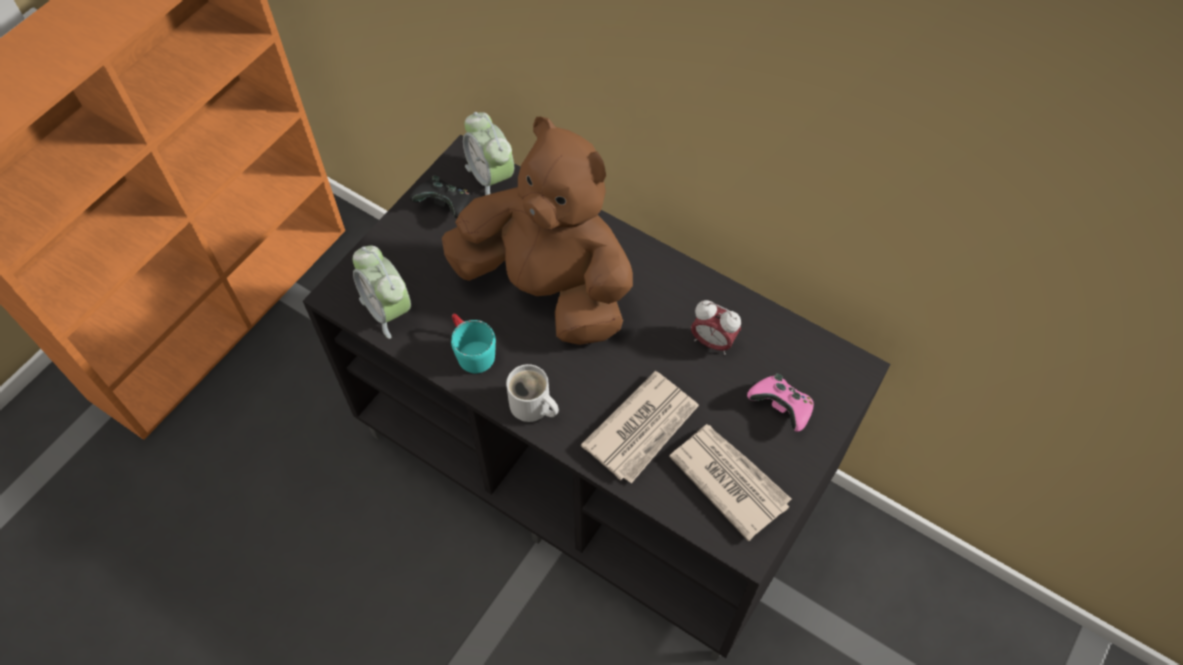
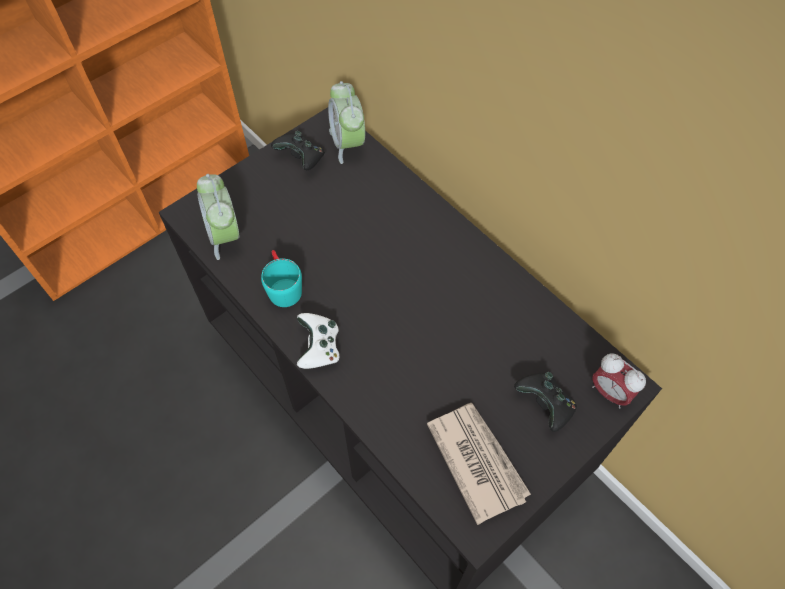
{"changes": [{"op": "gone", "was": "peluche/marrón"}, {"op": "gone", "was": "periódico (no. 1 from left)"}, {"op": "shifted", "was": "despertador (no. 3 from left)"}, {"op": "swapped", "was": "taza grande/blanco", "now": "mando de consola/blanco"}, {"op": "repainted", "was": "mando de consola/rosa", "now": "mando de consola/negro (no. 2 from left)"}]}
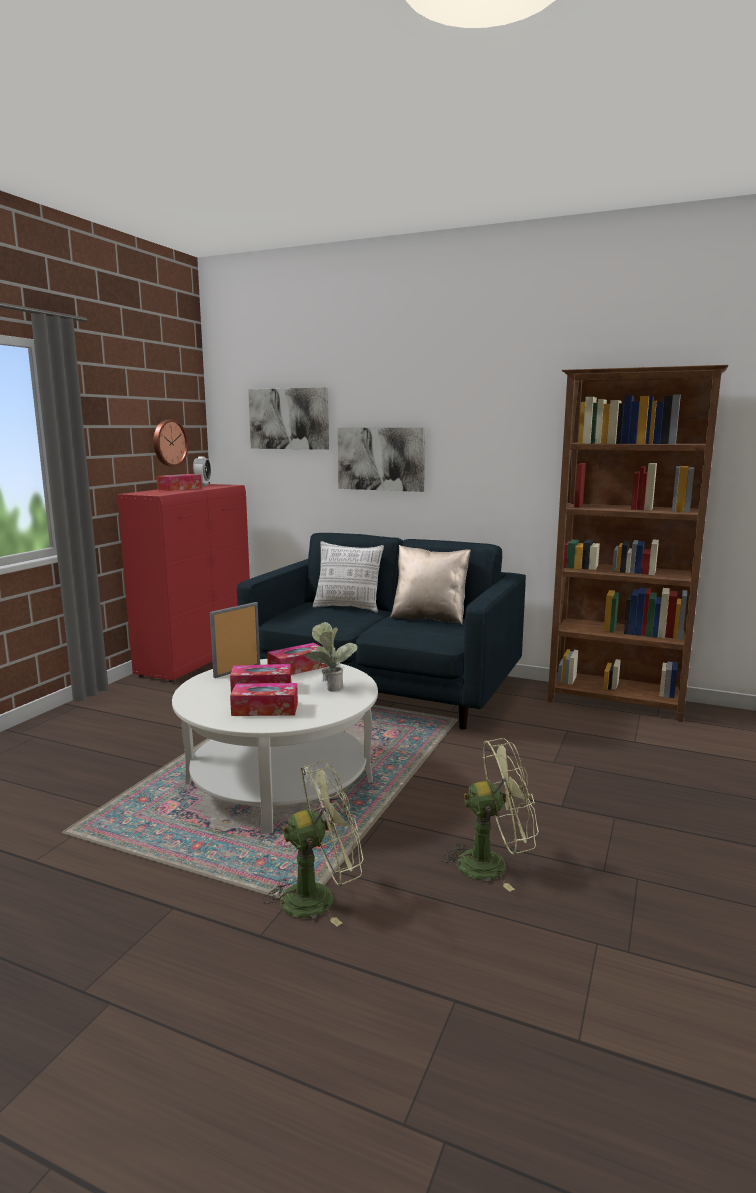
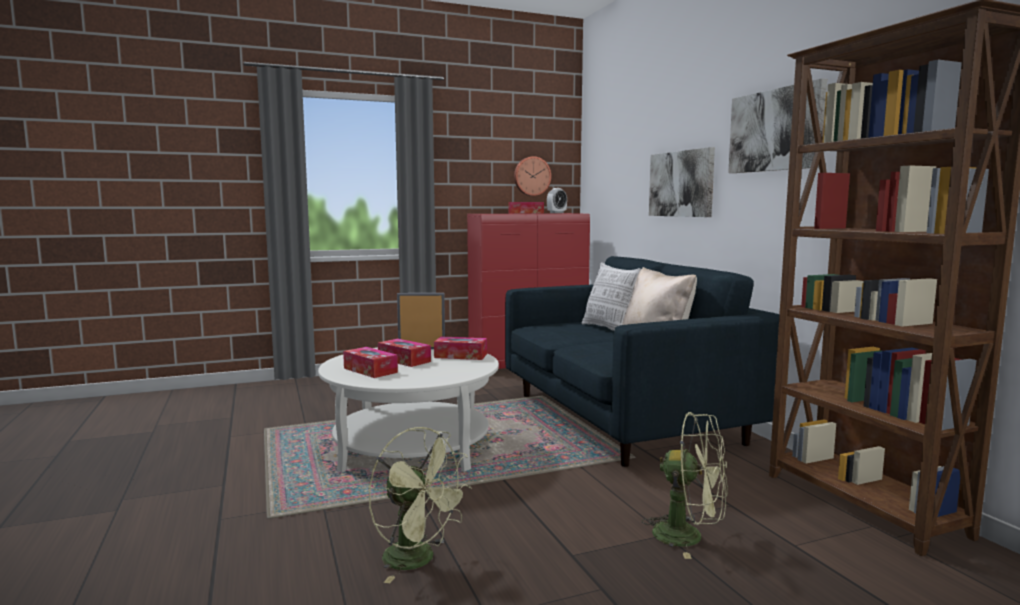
{"changes": [{"op": "gone", "was": "planta en maceta"}, {"op": "shifted", "was": "cuadro (no. 1 from left in the first image)", "now": "cuadro (no. 2 from left)"}, {"op": "shifted", "was": "ventilador/verde (no. 1 from left in the first image)", "now": "ventilador/verde (no. 2 from left)"}]}
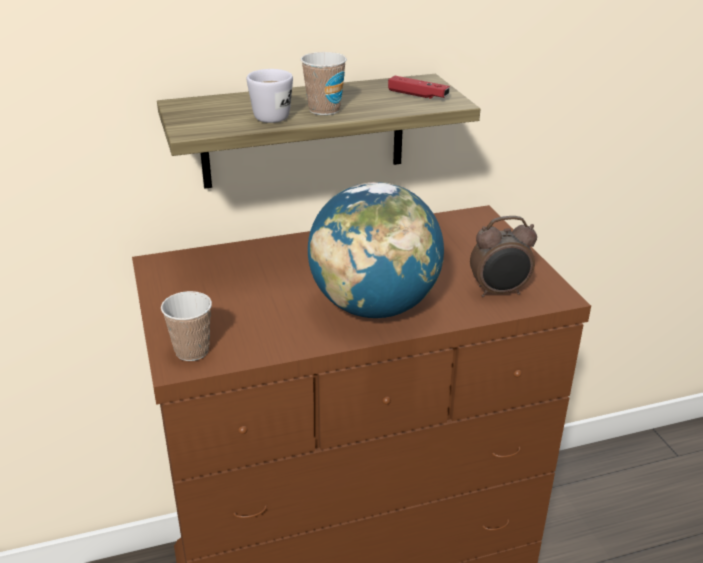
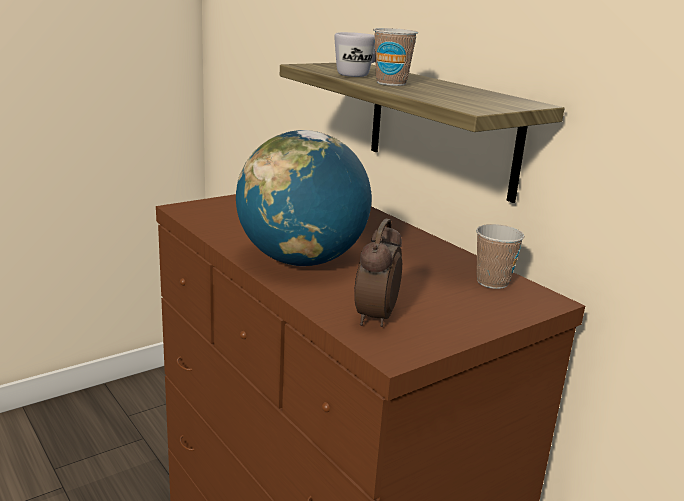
{"changes": [{"op": "gone", "was": "mando de consola/rojo"}, {"op": "shifted", "was": "taza (no. 1 from left in the first image)", "now": "taza (no. 2 from left)"}, {"op": "rotated", "was": "despertador", "clockwise": 45}]}
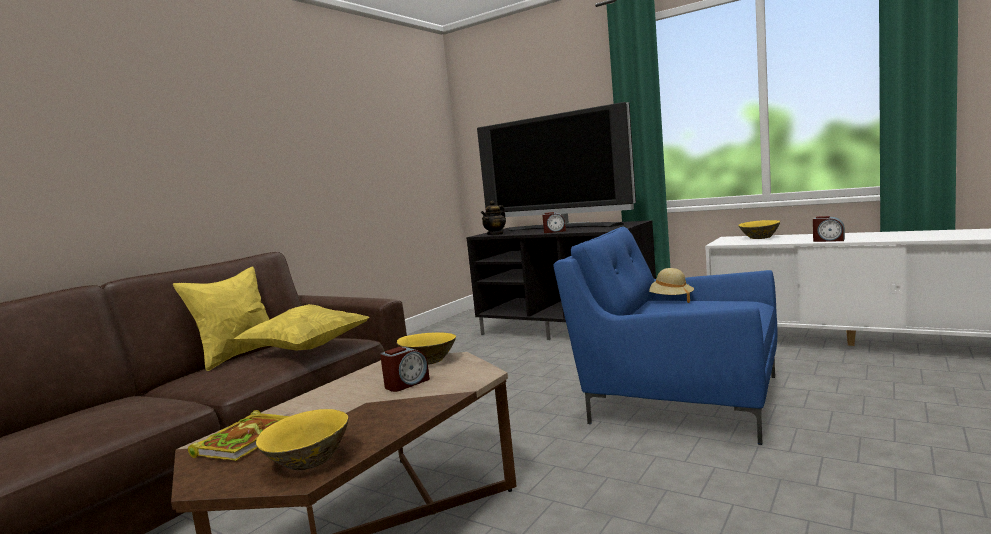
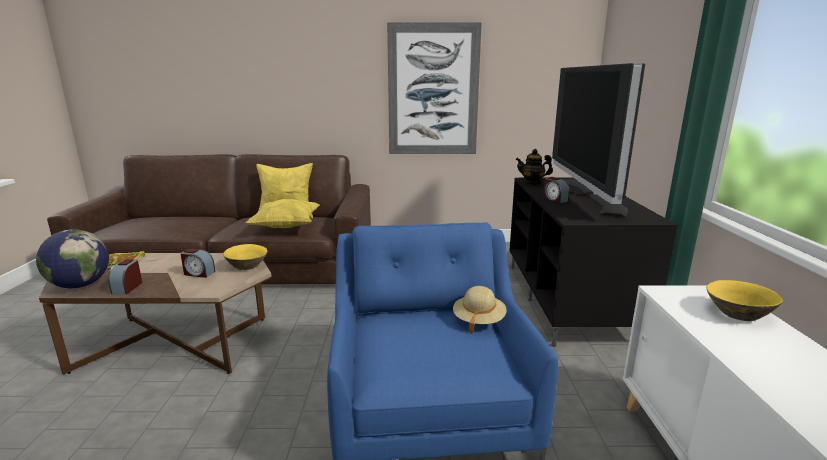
{"changes": [{"op": "new", "now": "cuadro"}, {"op": "shifted", "was": "despertador (no. 3 from left in the first image)", "now": "despertador (no. 1 from left)"}, {"op": "swapped", "was": "cuenco/amarillo (no. 1 from left)", "now": "globo terráqueo"}]}
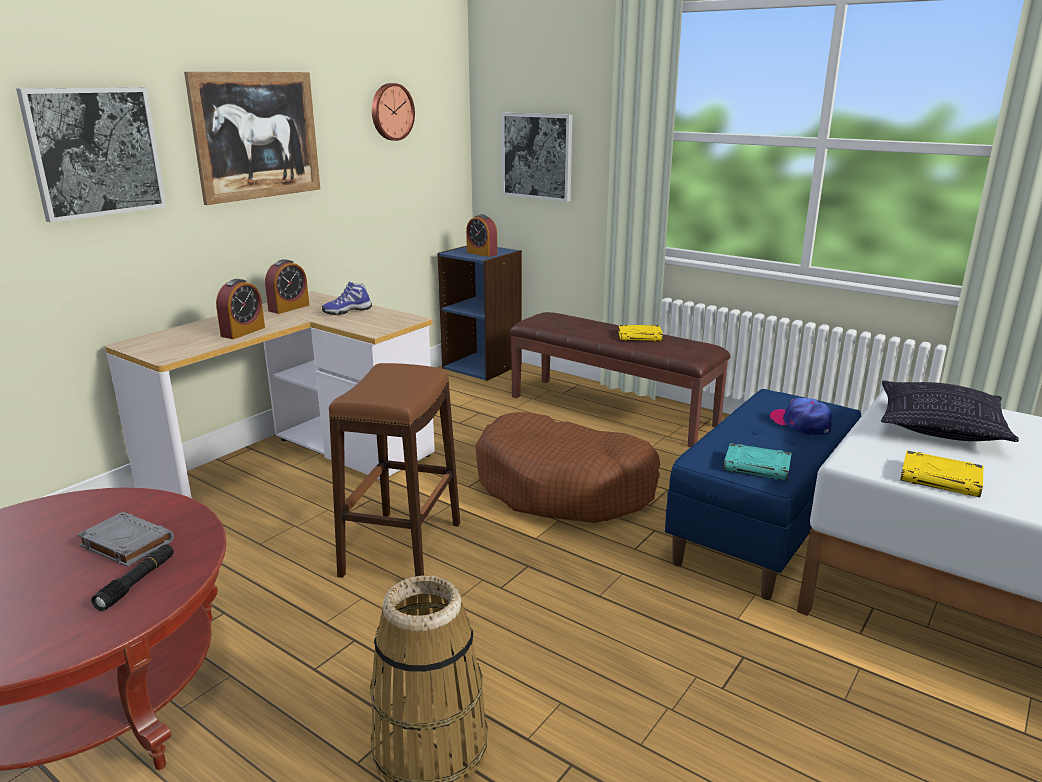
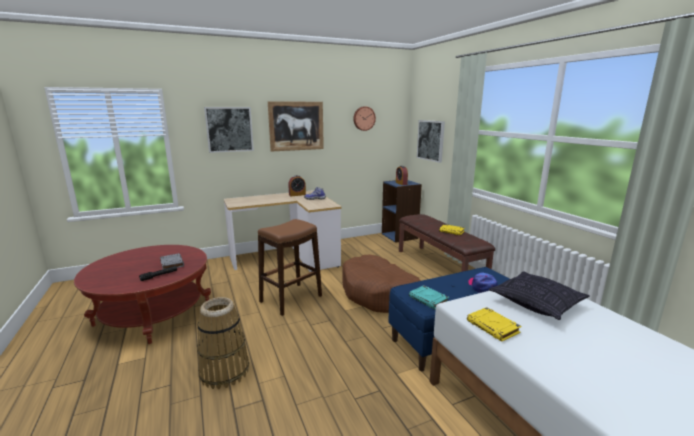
{"changes": [{"op": "gone", "was": "despertador (no. 1 from left)"}]}
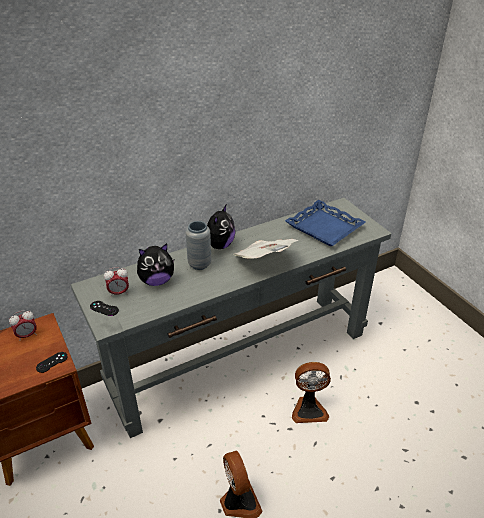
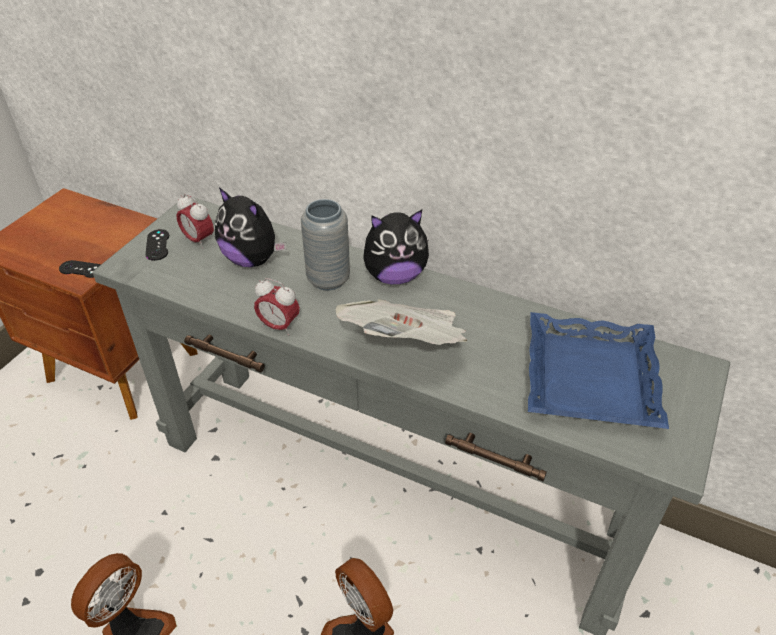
{"changes": [{"op": "shifted", "was": "despertador (no. 1 from left in the first image)", "now": "despertador (no. 2 from left)"}]}
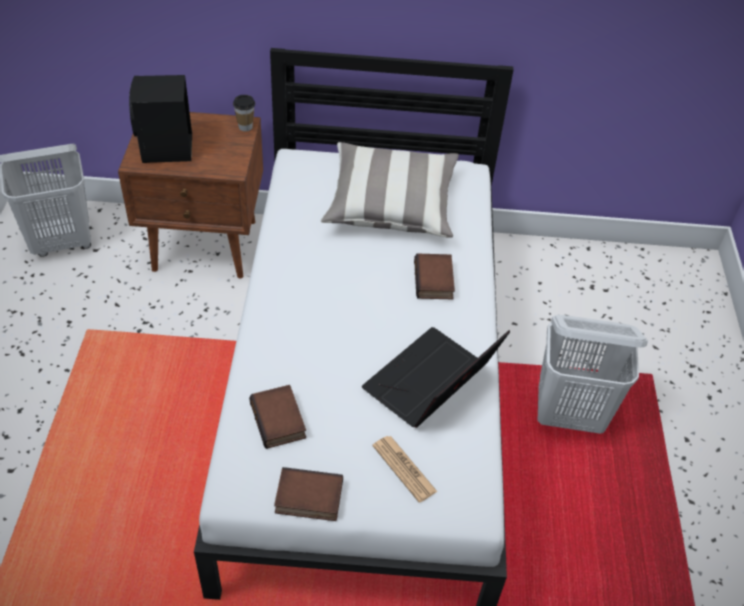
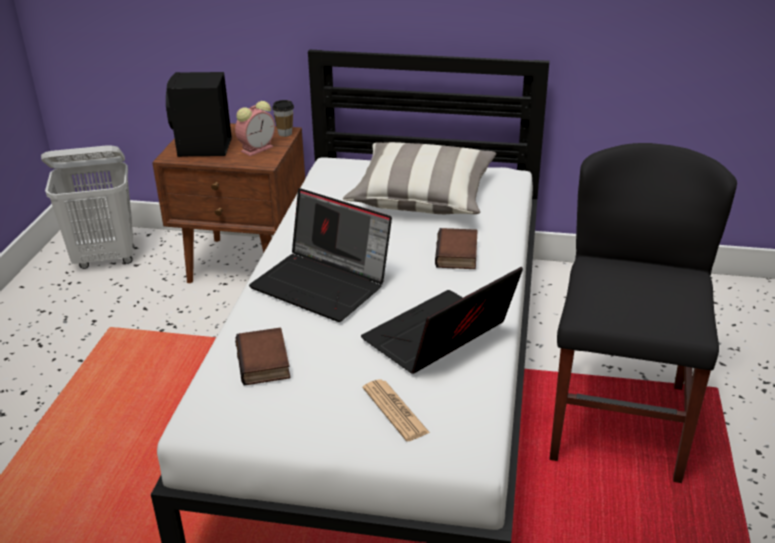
{"changes": [{"op": "gone", "was": "libro (no. 2 from left)"}, {"op": "new", "now": "despertador"}, {"op": "new", "now": "portátil (no. 1 from left)"}, {"op": "swapped", "was": "cesto de la ropa/blanco (no. 2 from left)", "now": "silla/negro"}]}
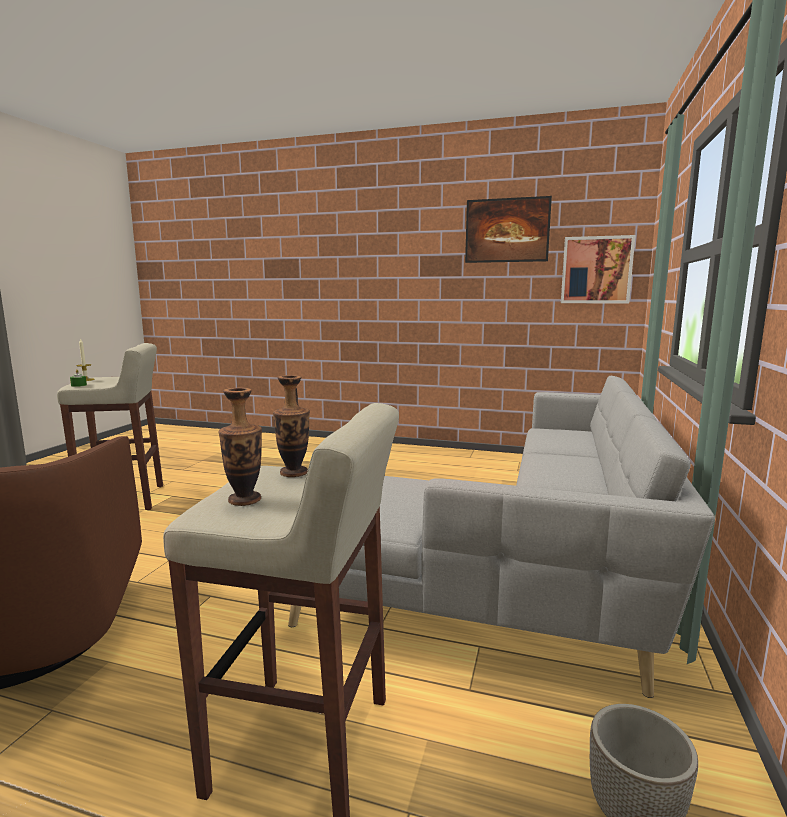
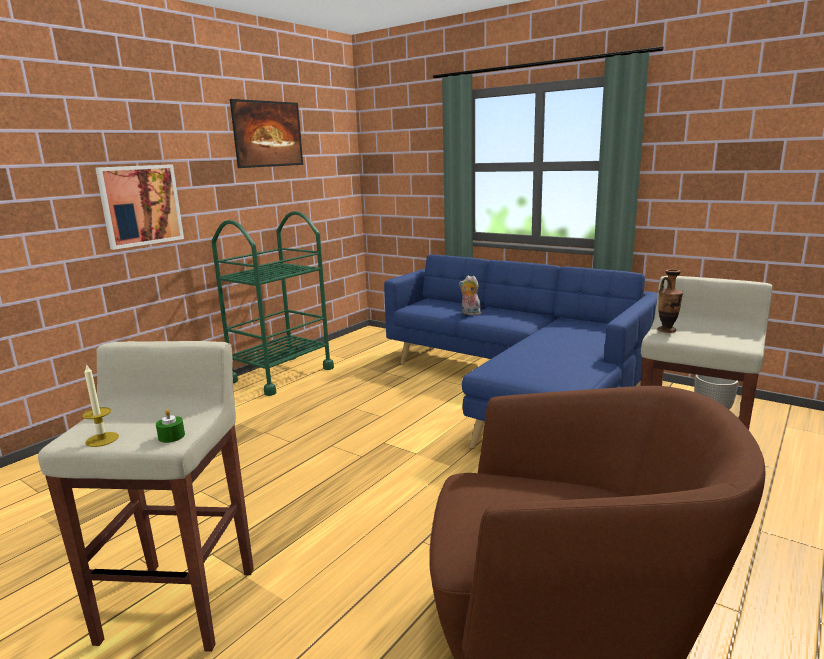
{"changes": [{"op": "gone", "was": "florero (no. 1 from left)"}, {"op": "new", "now": "carrito/verde"}, {"op": "new", "now": "peluche"}, {"op": "shifted", "was": "cuadro (no. 2 from left in the first image)", "now": "cuadro (no. 1 from left)"}, {"op": "repainted", "was": "sofá/gris", "now": "sofá/azul"}]}
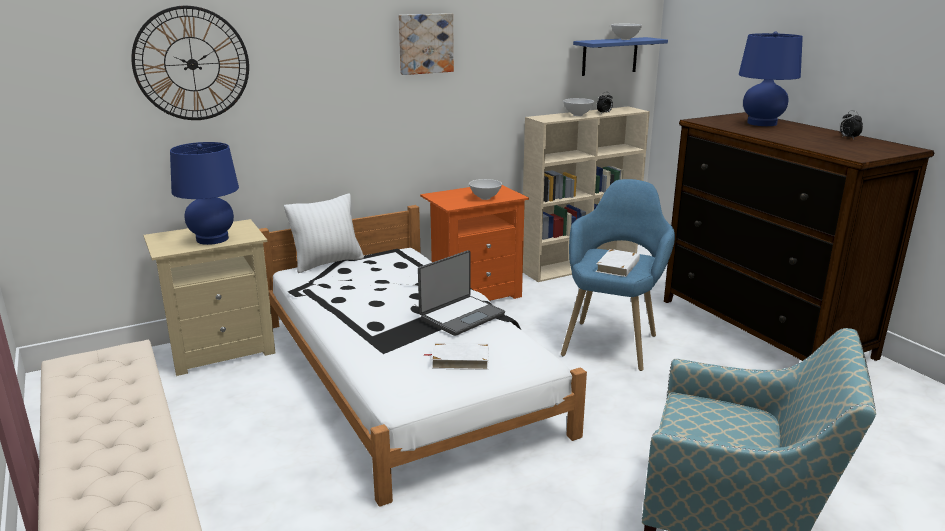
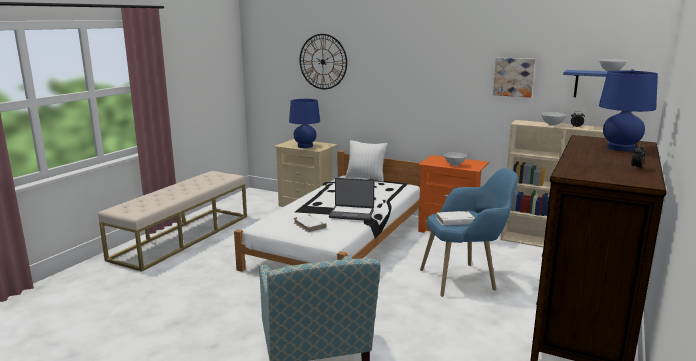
{"changes": [{"op": "shifted", "was": "cuadro"}]}
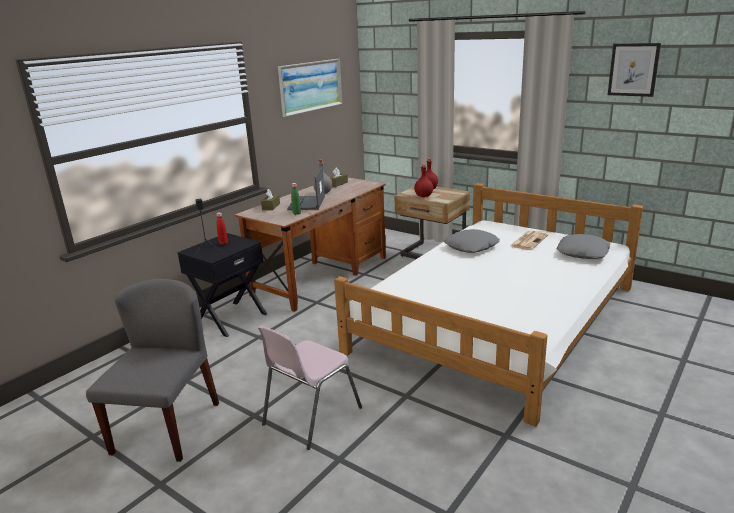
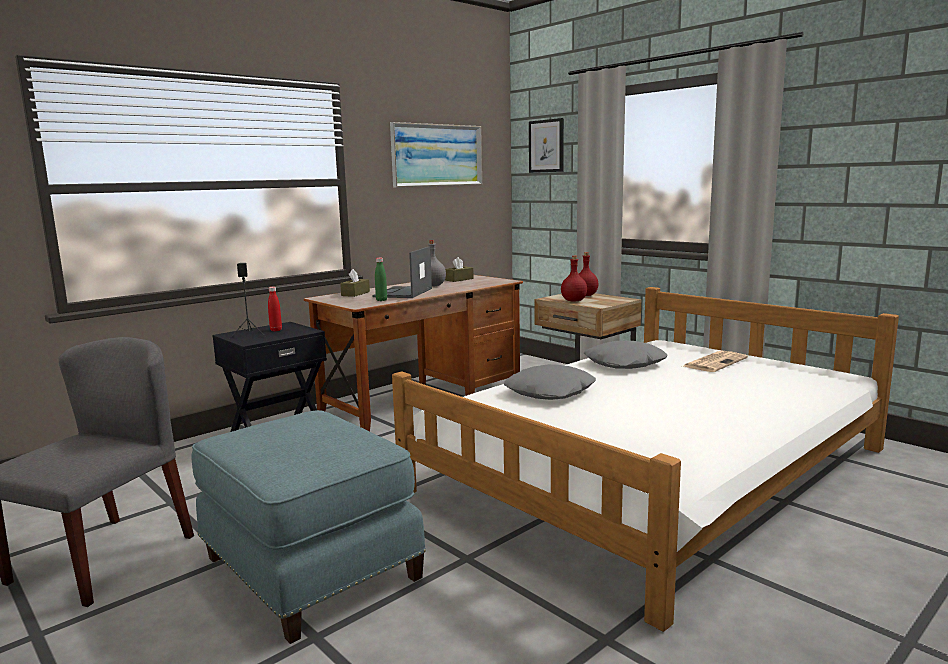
{"changes": [{"op": "shifted", "was": "cojín/gris (no. 2 from left in the first image)", "now": "cojín/gris (no. 1 from left)"}, {"op": "shifted", "was": "cuadro (no. 2 from left)"}, {"op": "swapped", "was": "silla/rosa", "now": "puf/azul"}]}
